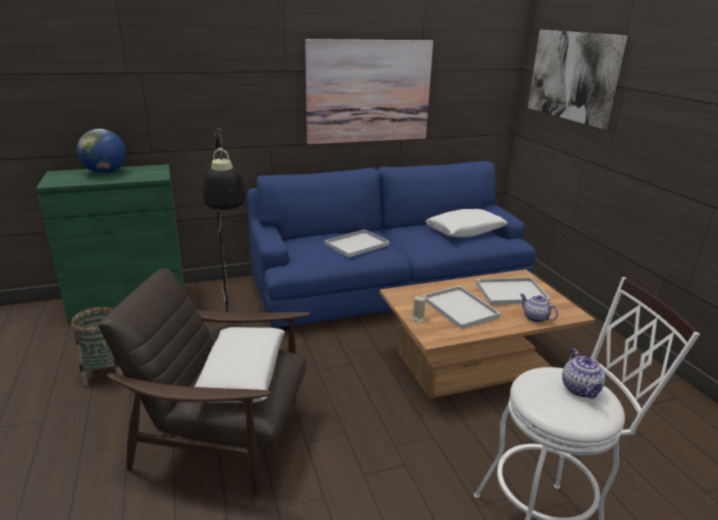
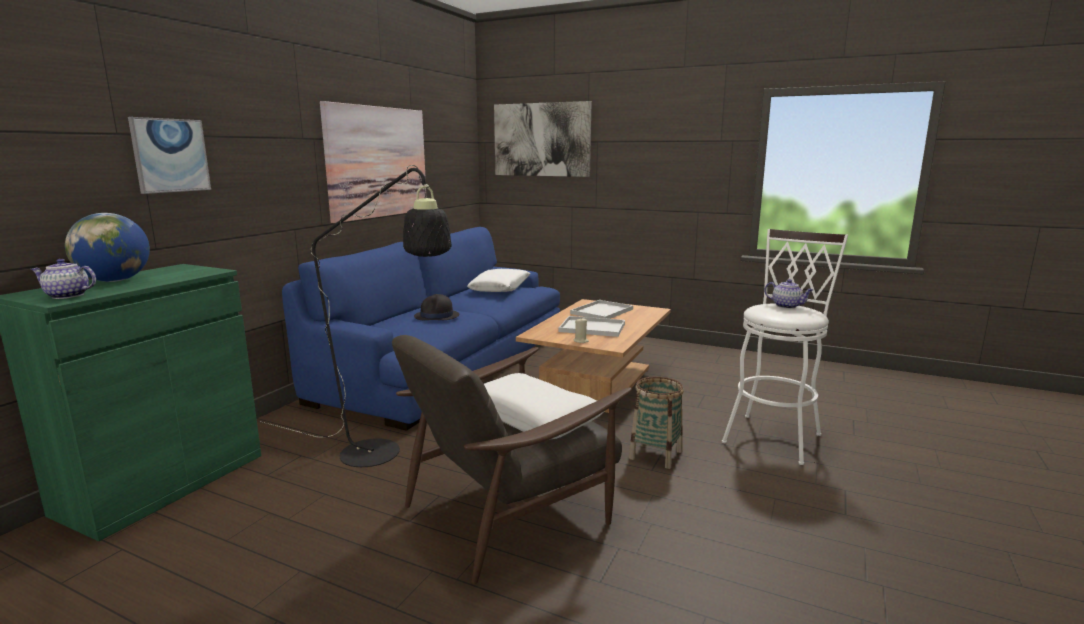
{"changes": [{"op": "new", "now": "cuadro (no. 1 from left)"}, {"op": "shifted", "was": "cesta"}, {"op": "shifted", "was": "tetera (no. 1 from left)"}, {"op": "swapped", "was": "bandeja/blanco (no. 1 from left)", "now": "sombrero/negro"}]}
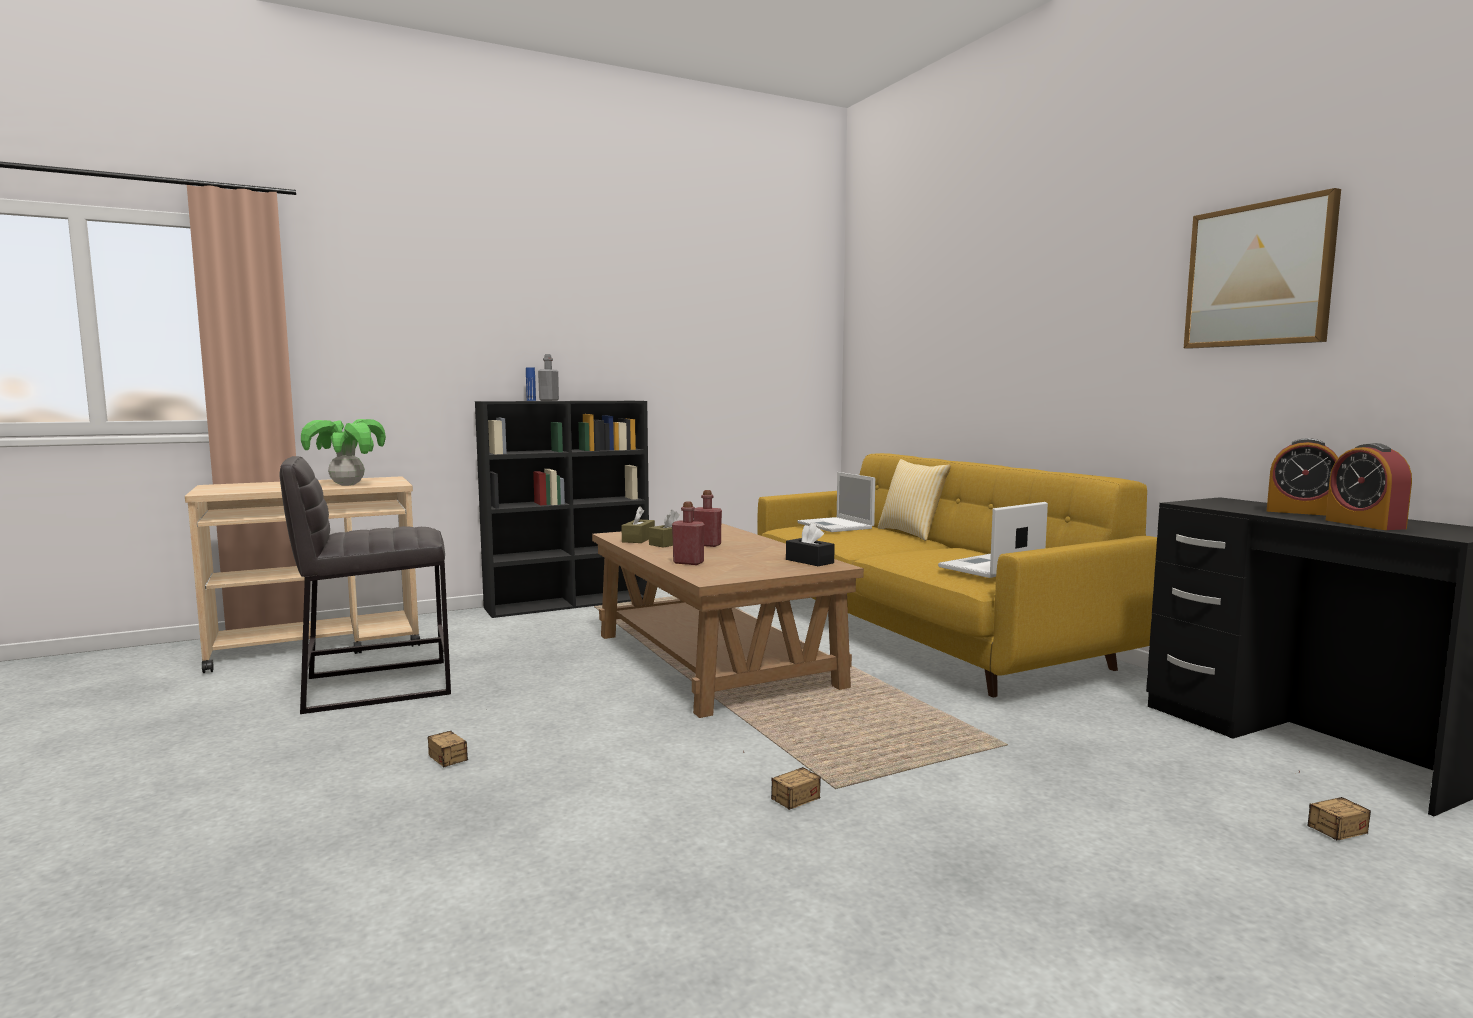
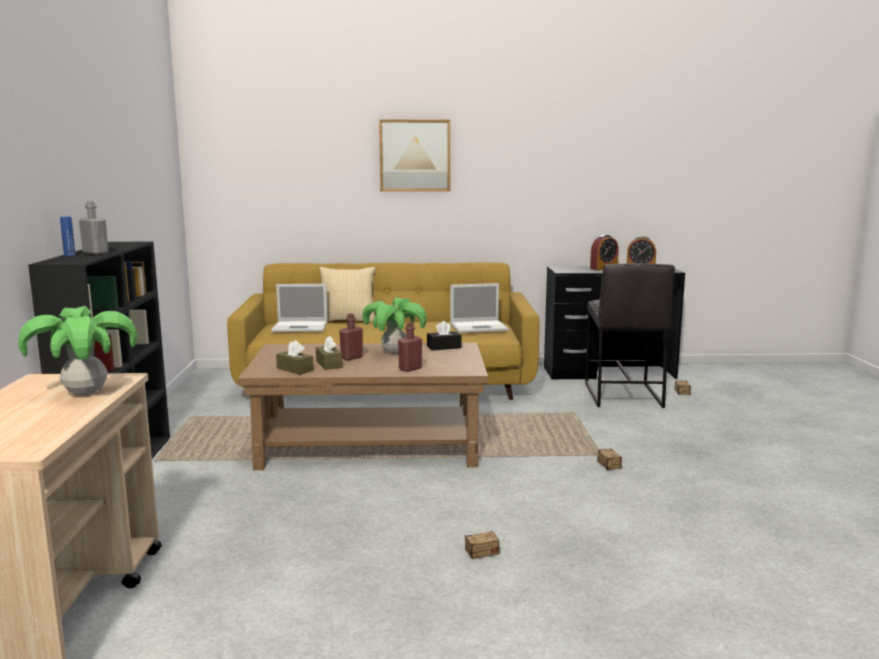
{"changes": [{"op": "new", "now": "planta en maceta (no. 2 from left)"}, {"op": "shifted", "was": "taburete/gris"}, {"op": "shifted", "was": "cuadro"}, {"op": "rotated", "was": "portátil (no. 2 from left)", "clockwise": -90}]}
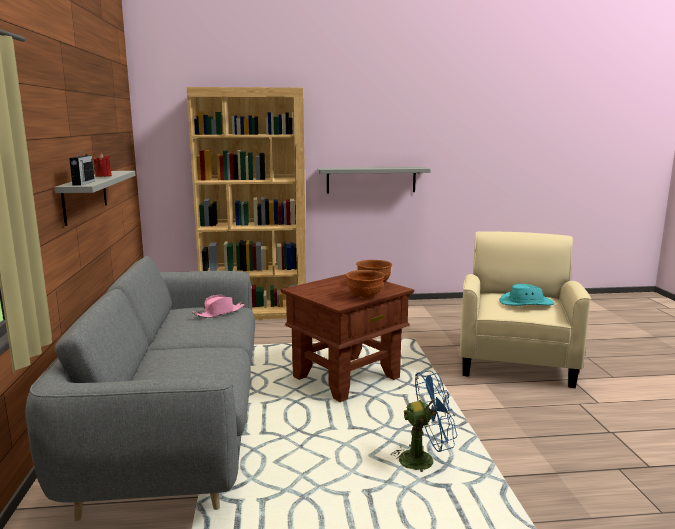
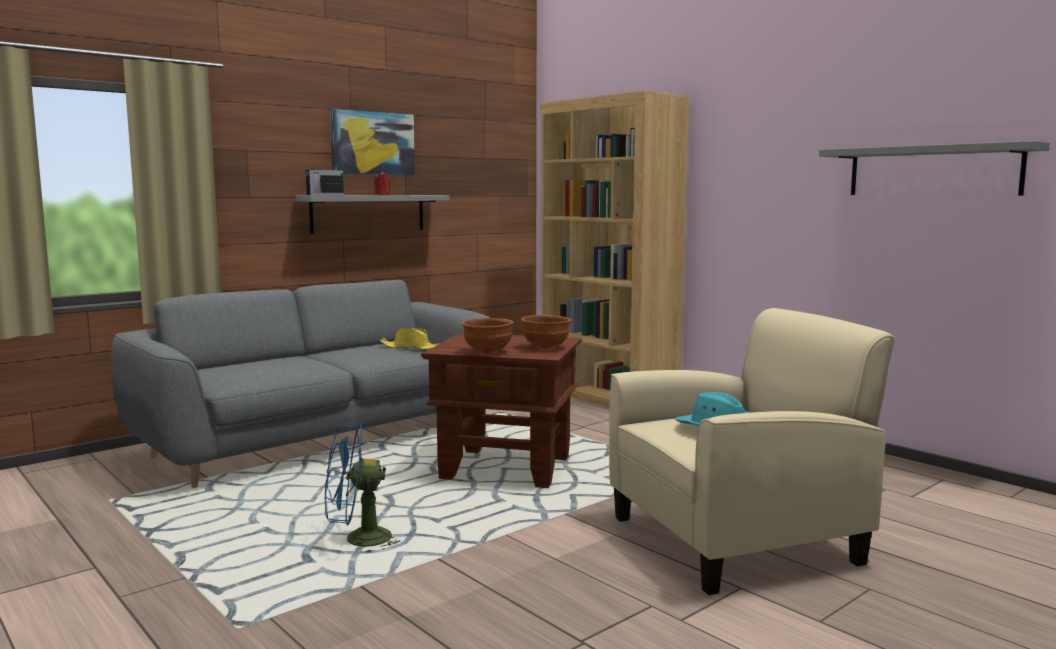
{"changes": [{"op": "new", "now": "cuadro"}, {"op": "shifted", "was": "estante/gris (no. 2 from left)"}, {"op": "repainted", "was": "sombrero/rosa", "now": "sombrero/amarillo"}, {"op": "rotated", "was": "ventilador/azul", "clockwise": 120}]}
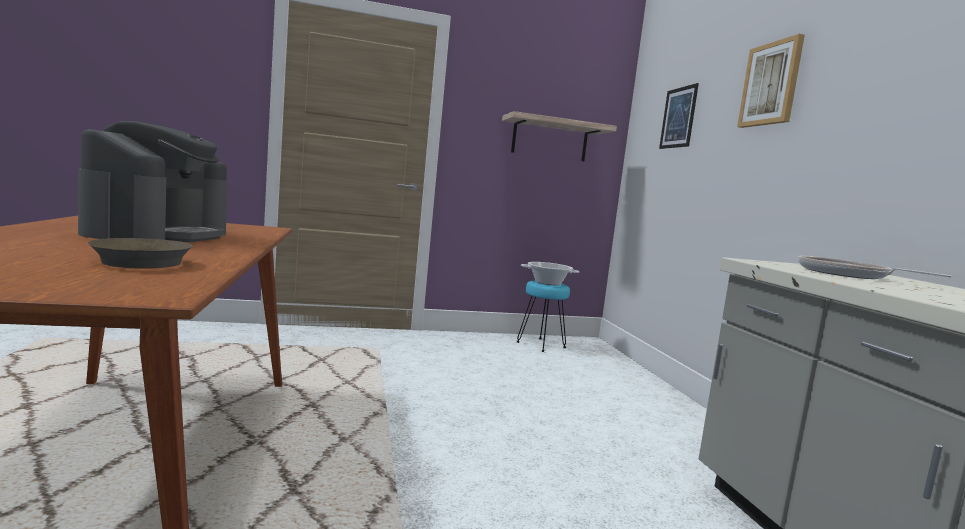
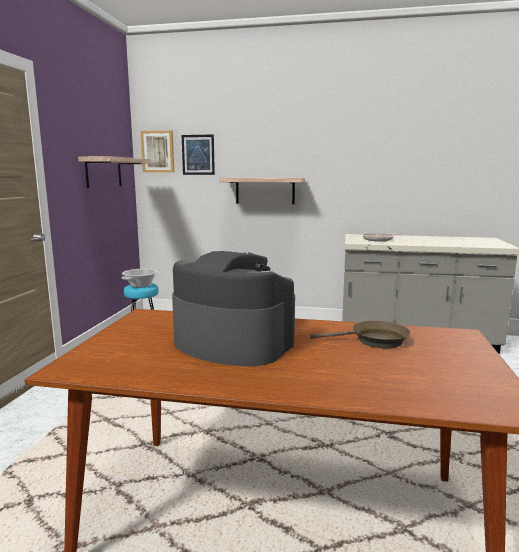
{"changes": [{"op": "new", "now": "estante (no. 2 from left)"}, {"op": "shifted", "was": "cuadro (no. 2 from left in the first image)", "now": "cuadro (no. 1 from left)"}]}
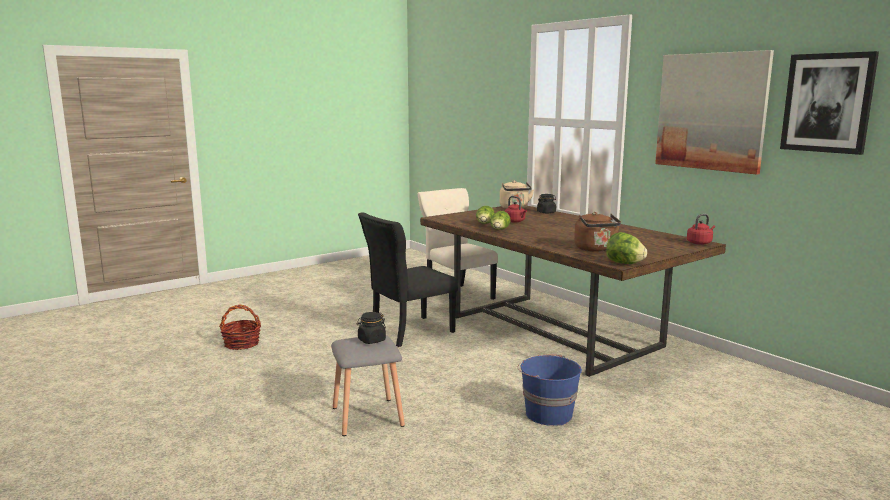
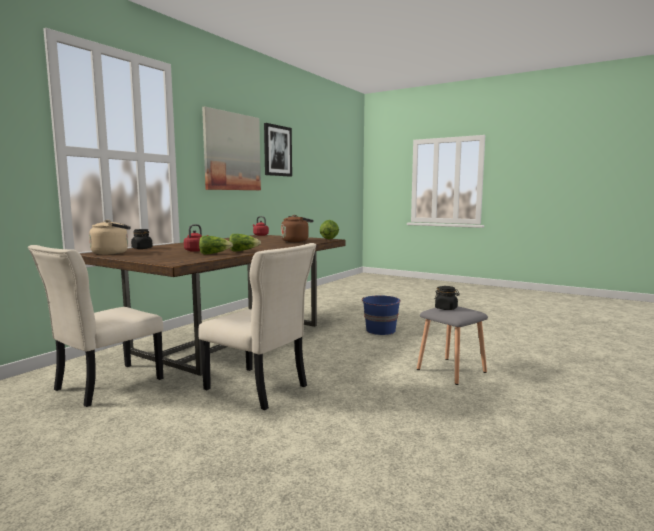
{"changes": [{"op": "gone", "was": "cesta"}, {"op": "repainted", "was": "silla/negro", "now": "silla/beis (no. 2 from left)"}]}
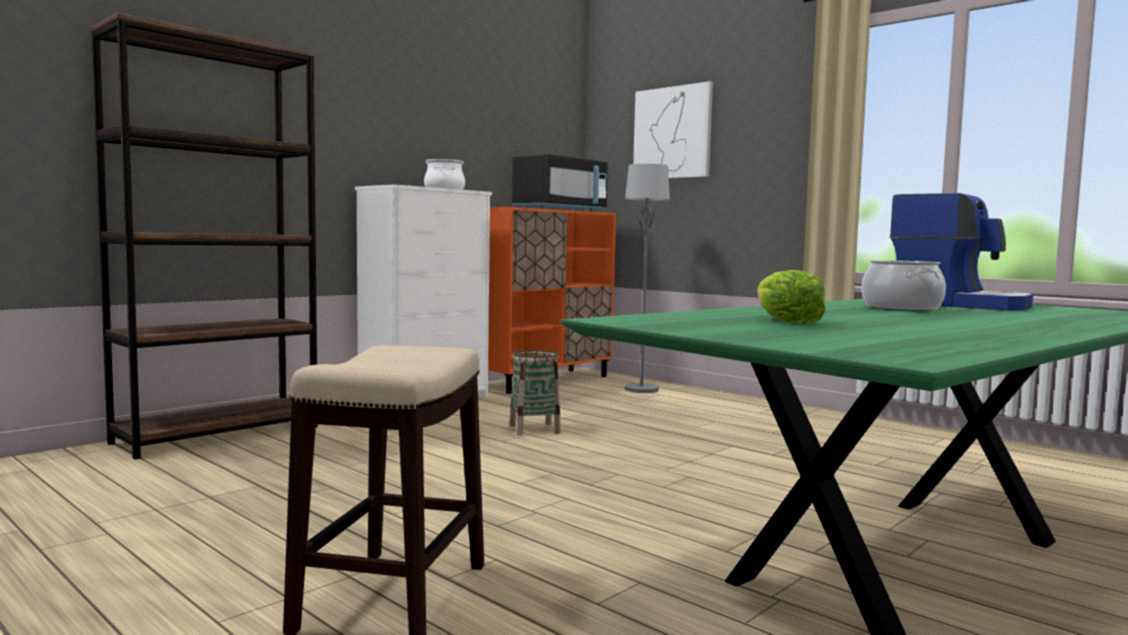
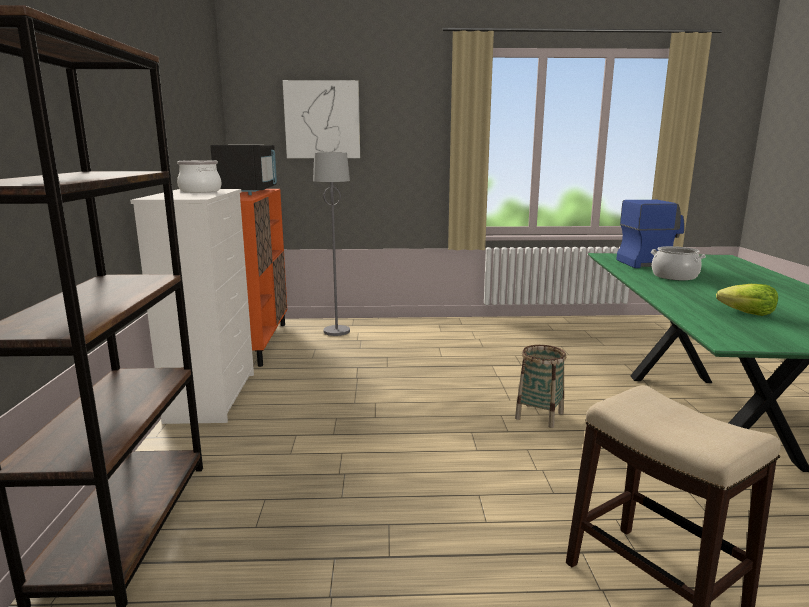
{"changes": [{"op": "shifted", "was": "cesta"}]}
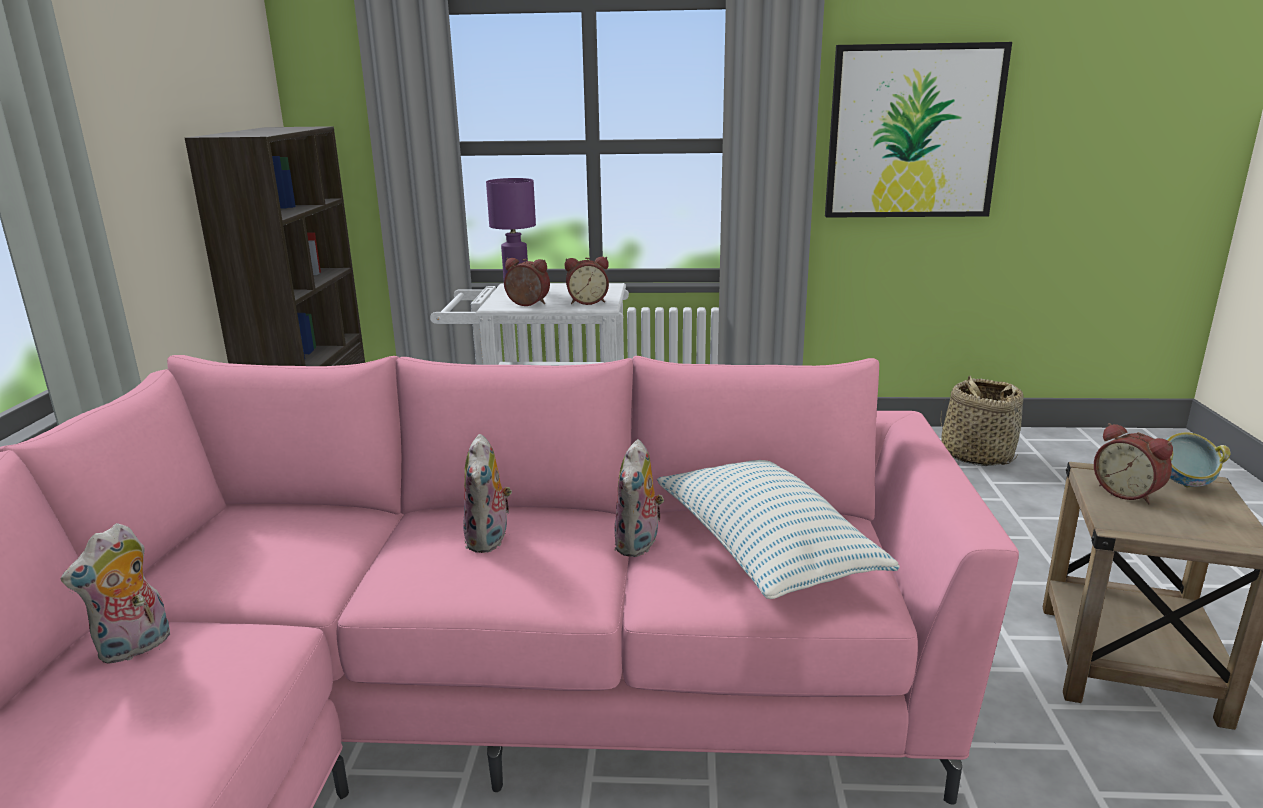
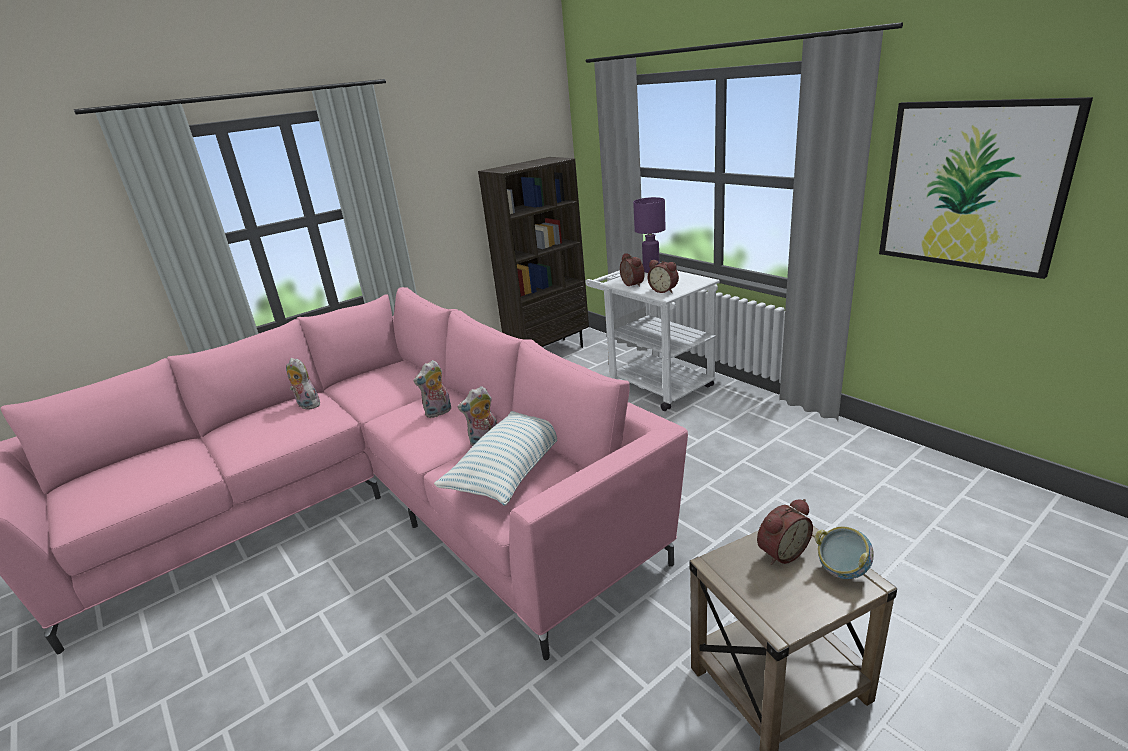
{"changes": [{"op": "gone", "was": "cesta"}, {"op": "rotated", "was": "peluche (no. 1 from left)", "clockwise": 45}, {"op": "rotated", "was": "despertador (no. 3 from left)", "clockwise": -135}]}
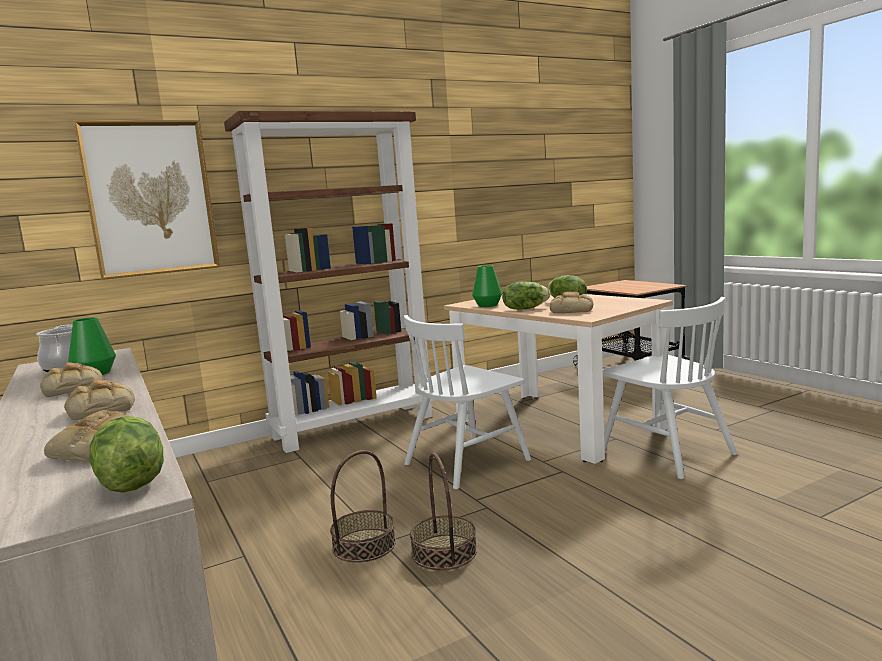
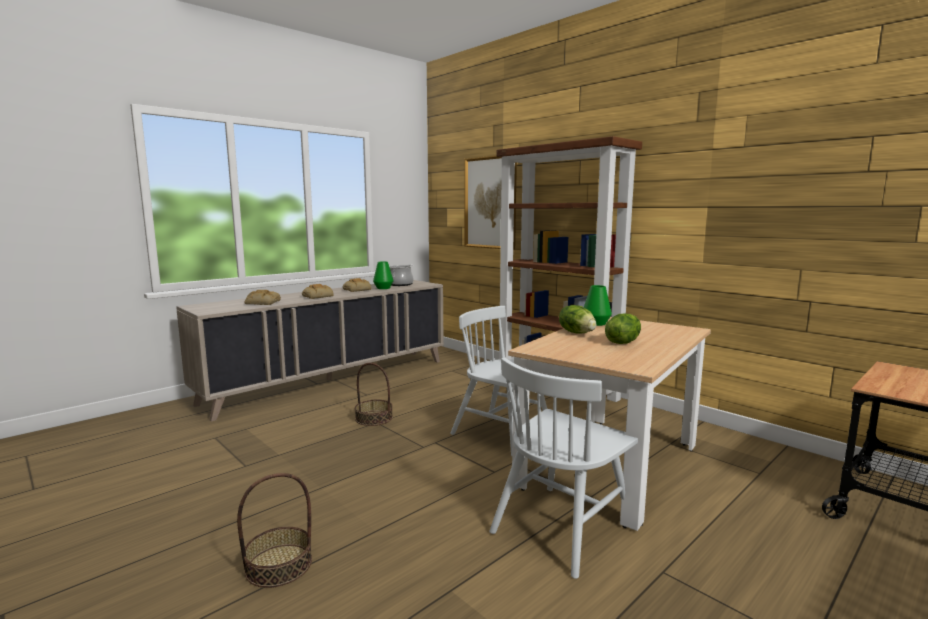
{"changes": [{"op": "gone", "was": "lechuga (no. 1 from left)"}, {"op": "gone", "was": "pan (no. 4 from left)"}, {"op": "shifted", "was": "cesta (no. 2 from left in the first image)", "now": "cesta (no. 1 from left)"}]}
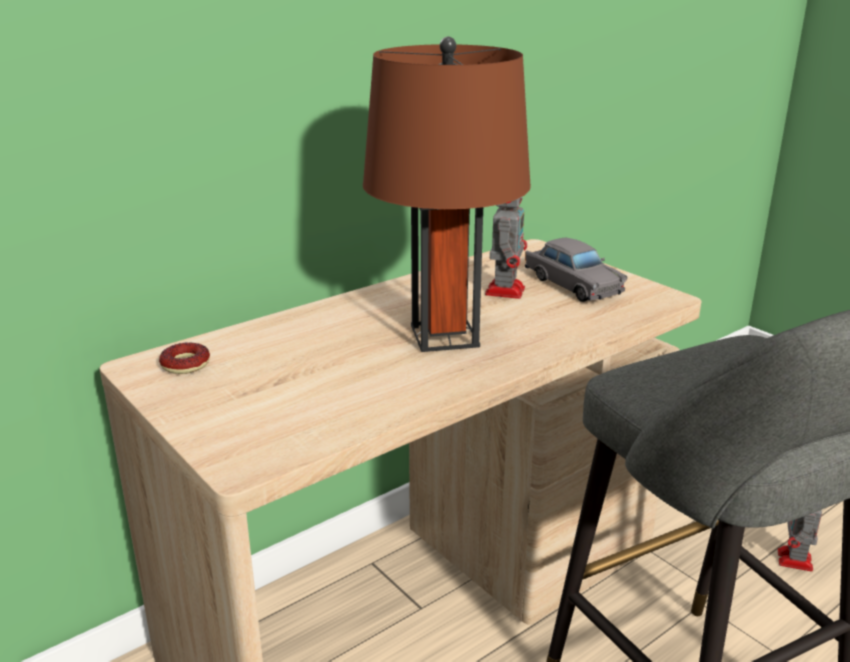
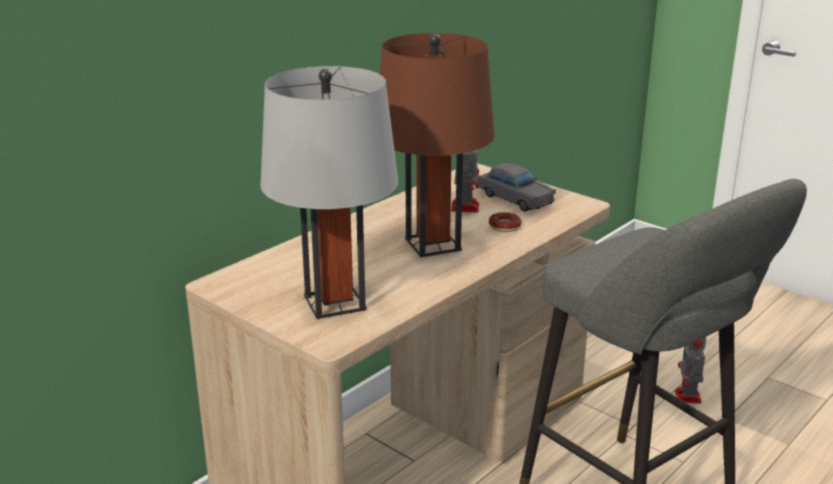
{"changes": [{"op": "new", "now": "lámpara de mesa/gris"}, {"op": "shifted", "was": "rosquilla"}]}
